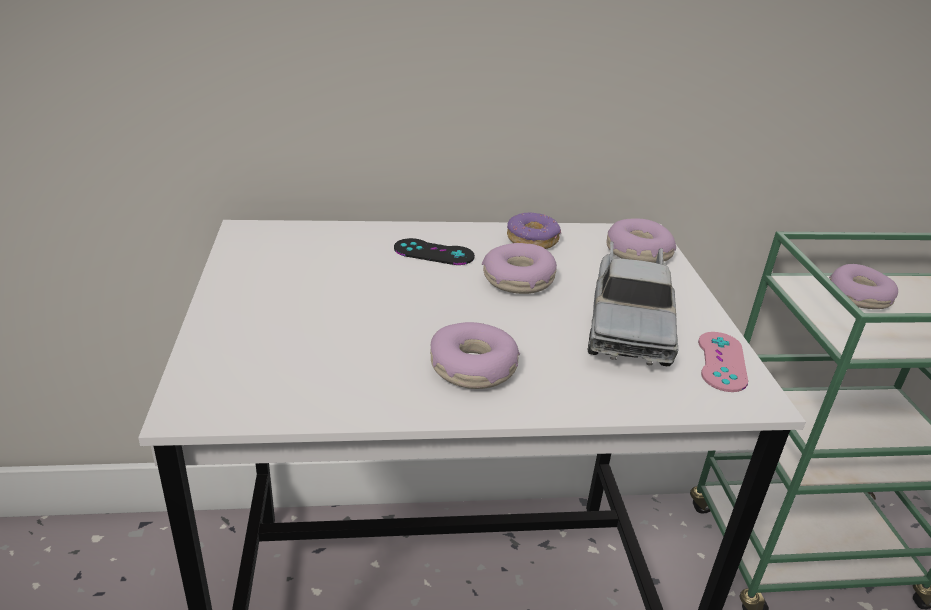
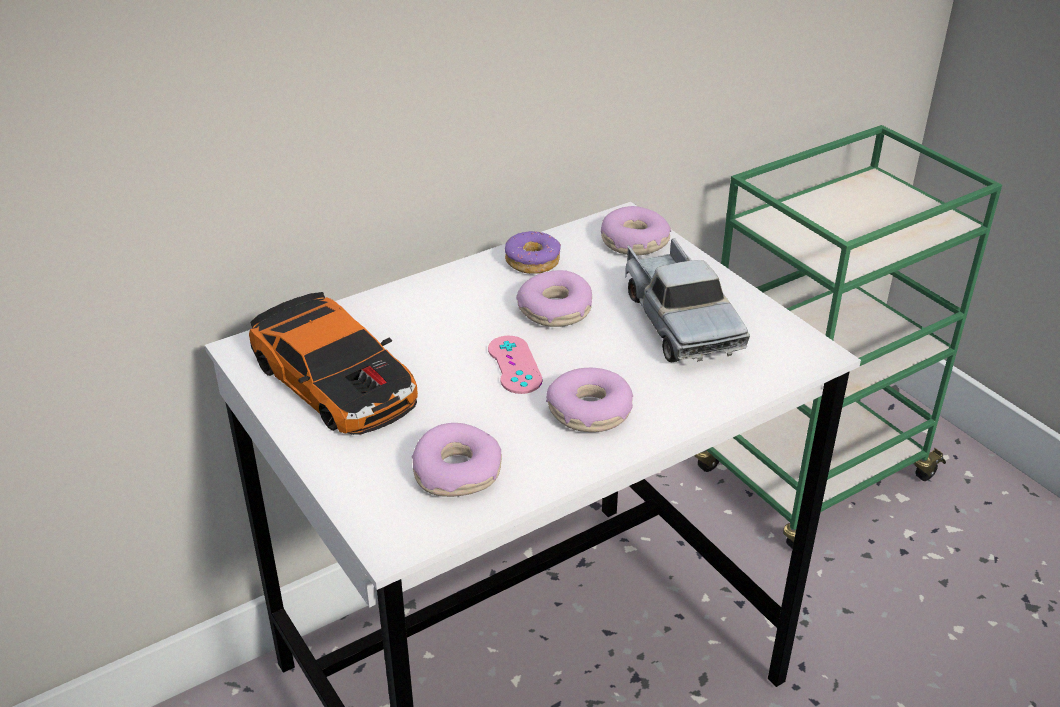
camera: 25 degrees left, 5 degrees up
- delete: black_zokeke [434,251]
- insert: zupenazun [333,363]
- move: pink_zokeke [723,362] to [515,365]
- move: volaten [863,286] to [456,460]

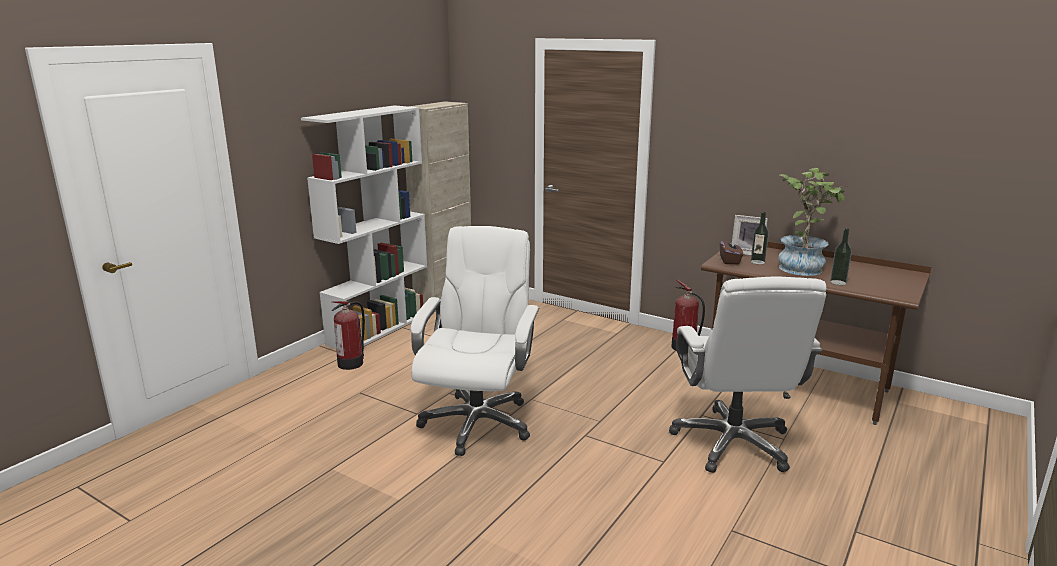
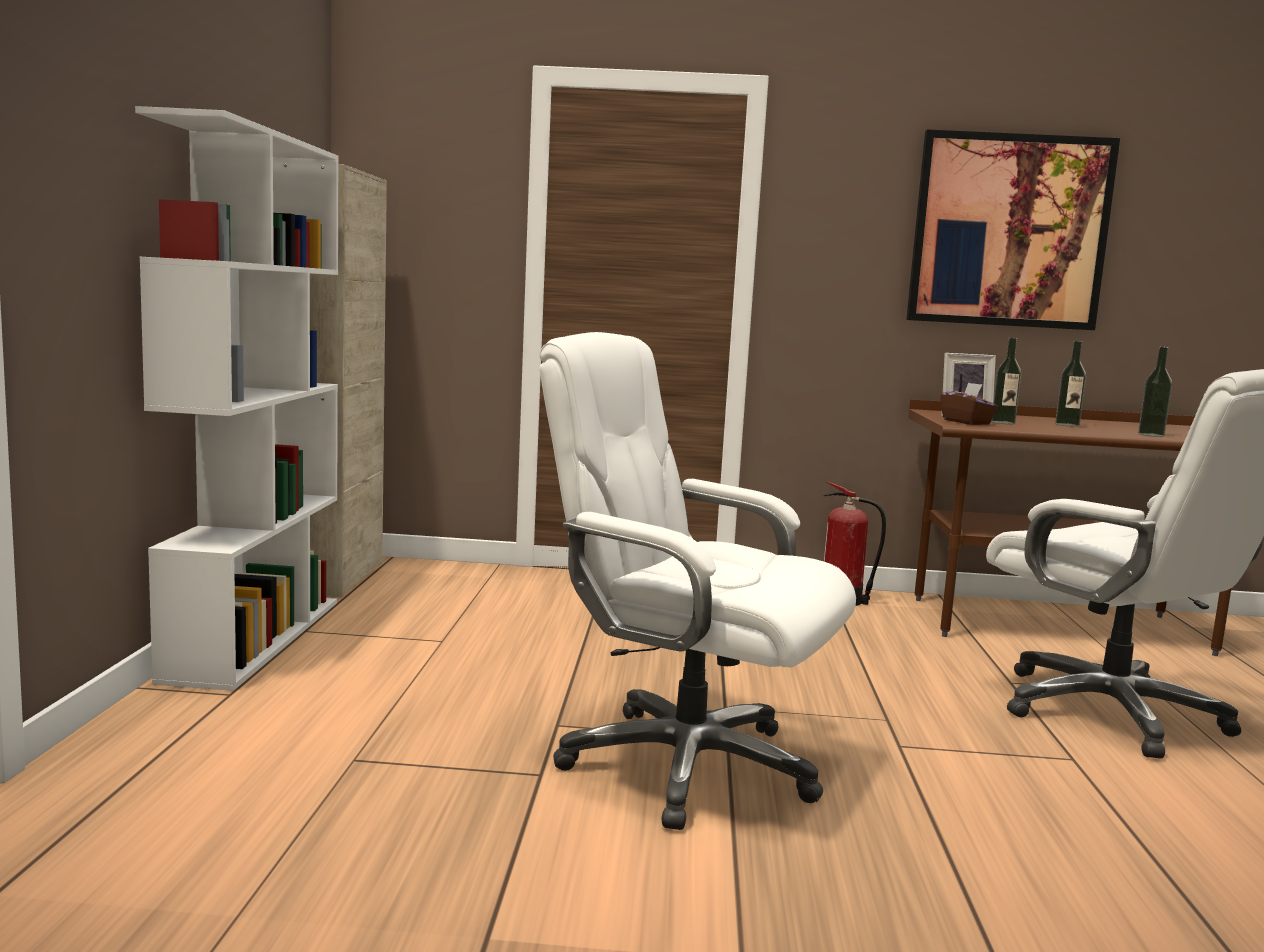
camera: 30 degrees left, 10 degrees down
- delete: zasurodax [348,335]
- insert: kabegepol [1013,229]
- replace: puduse [813,222] to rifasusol [1070,384]
- rotate: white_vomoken [475,341] = [697,581] 45 degrees counterclockwise

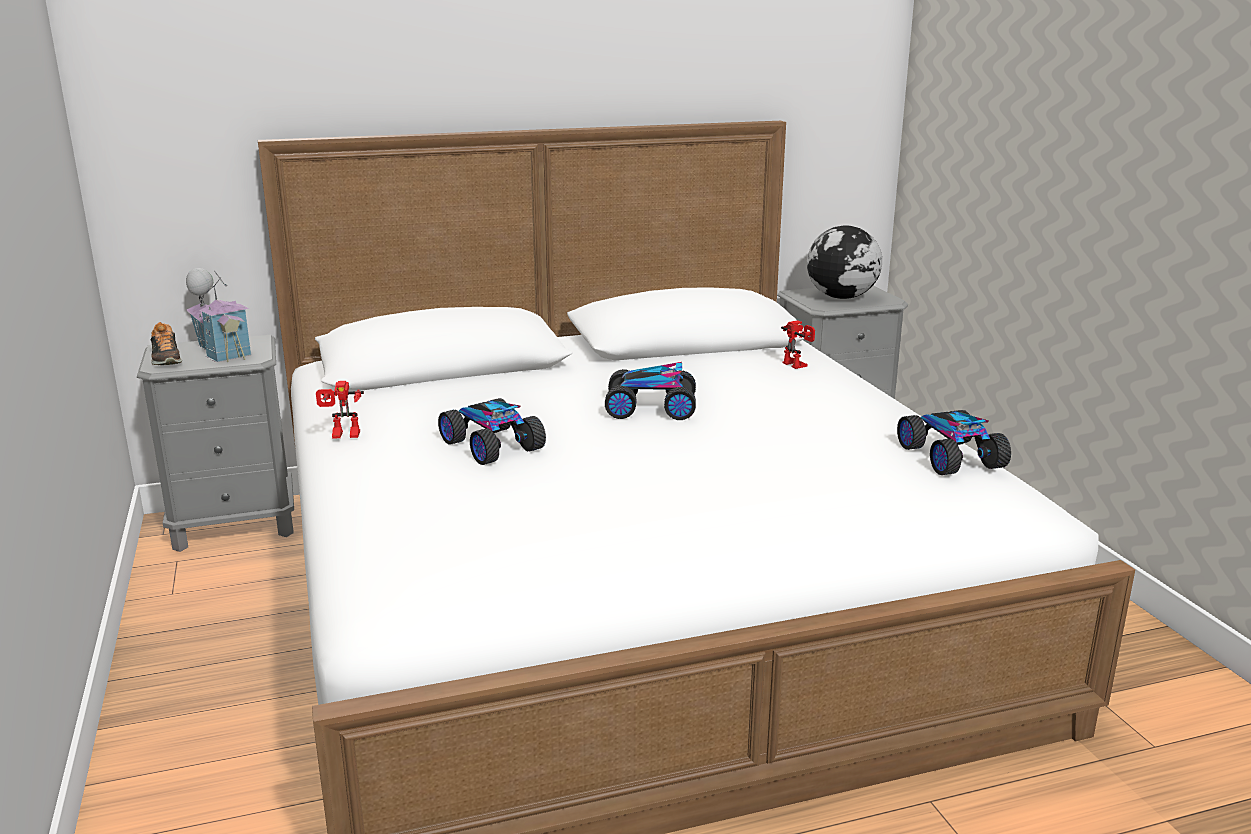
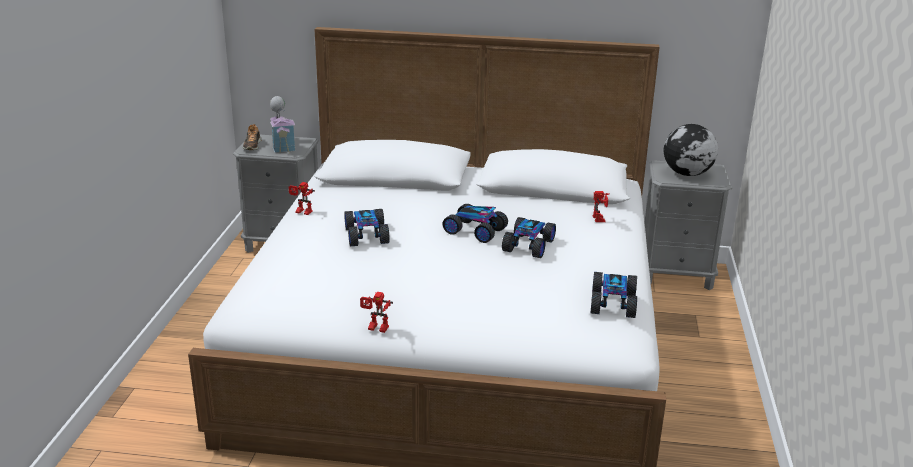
camera: 25 degrees right, 5 degrees up
- insert: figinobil [376,312]
- insert: zupenazun [529,237]

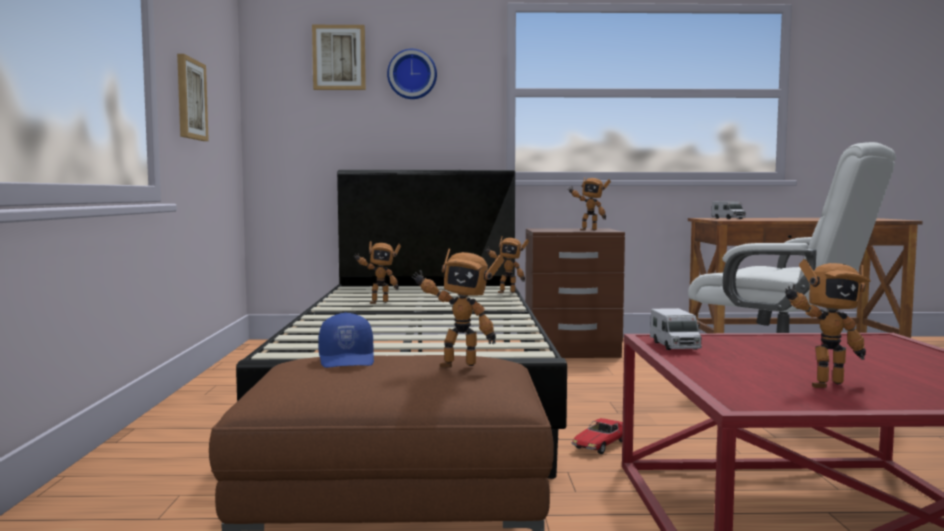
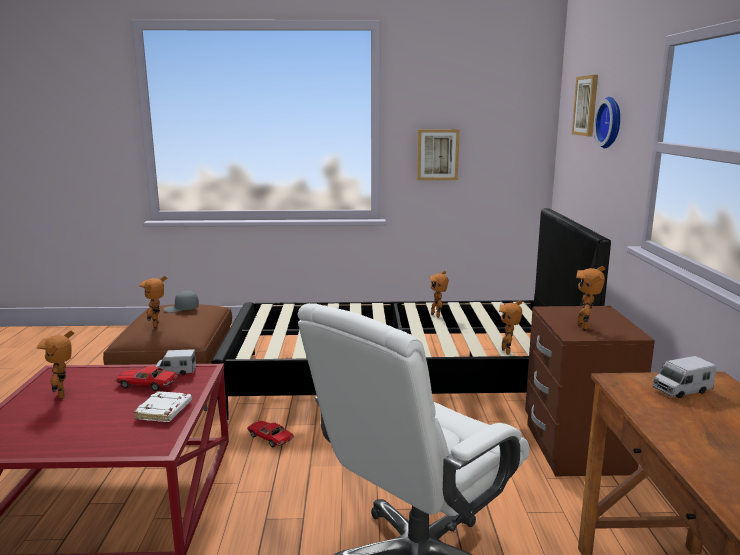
camera: 90 degrees right, 10 degrees up
- insert: zupenazun [146,378]
- insert: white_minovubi [162,406]
- recolor: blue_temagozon [346,340] to grey_temagozon [181,301]

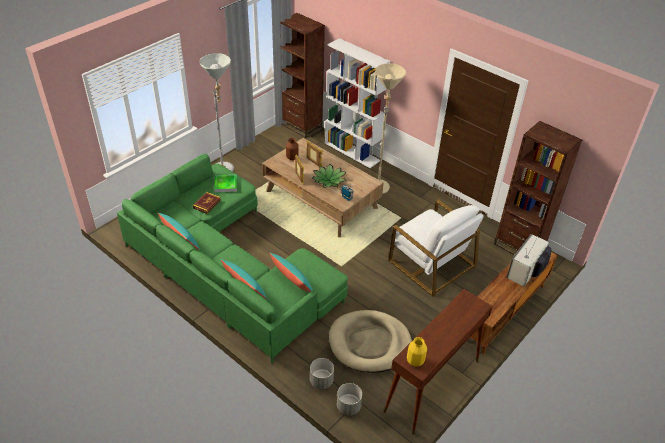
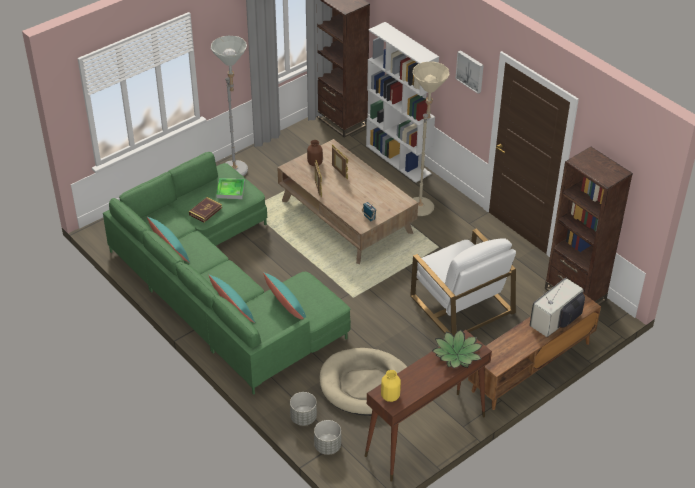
camera: 10 degrees right, 0 degrees up
- insert: kabegepol [469,72]
- move: puduse [329,176] to [457,348]

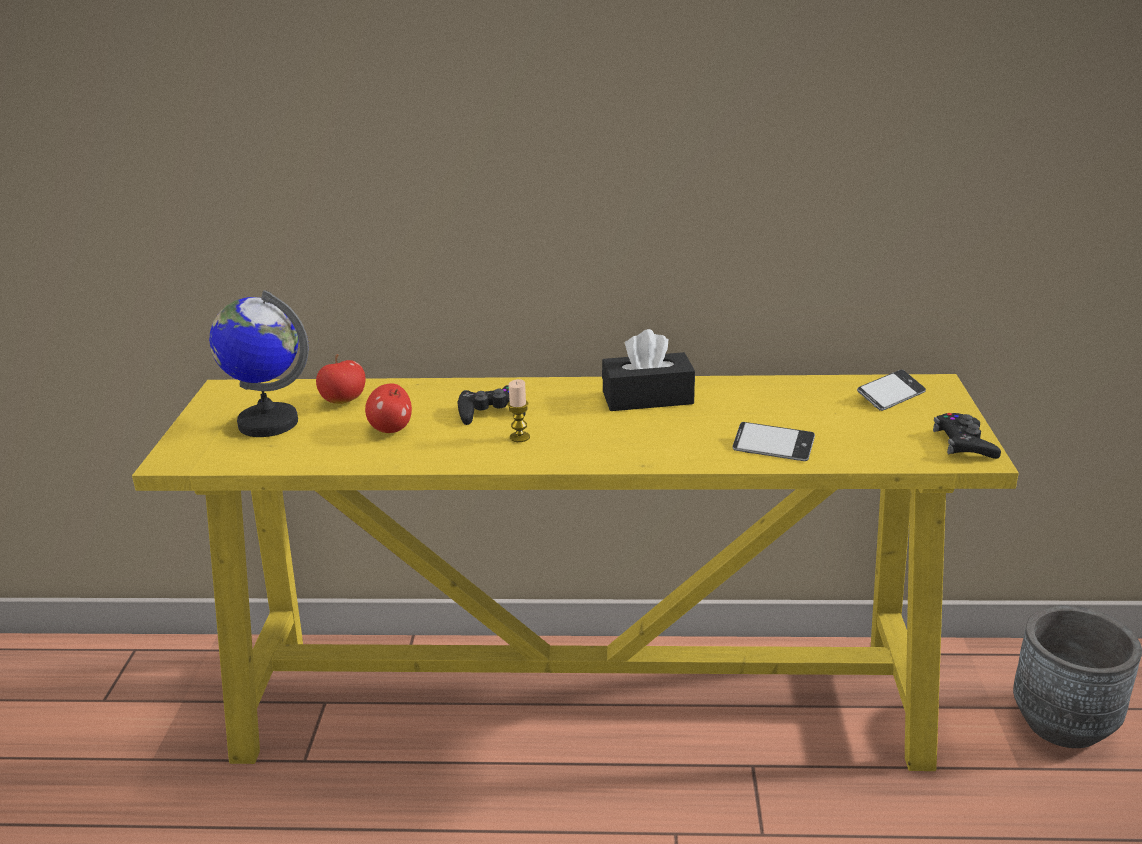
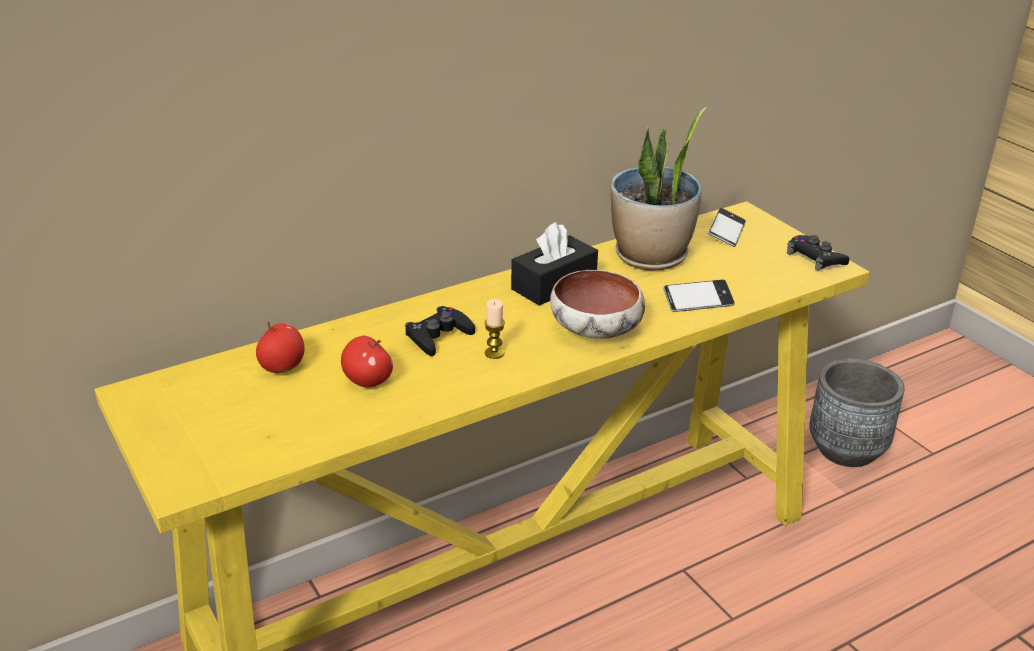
camera: 35 degrees left, 5 degrees up
- delete: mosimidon [259,363]
- insert: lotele [597,304]
- insert: puduse [658,189]

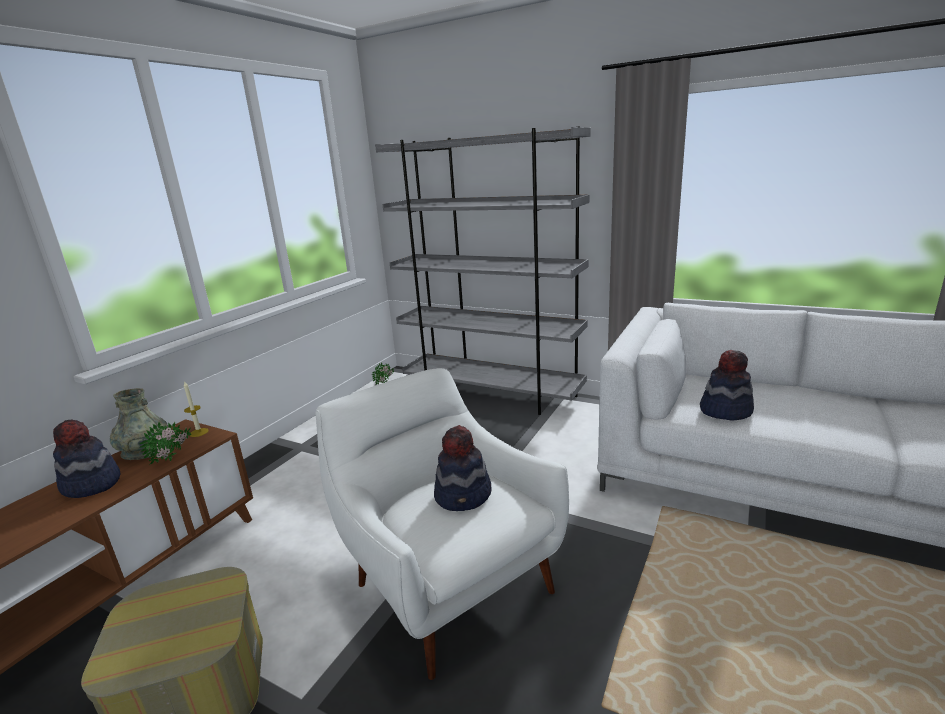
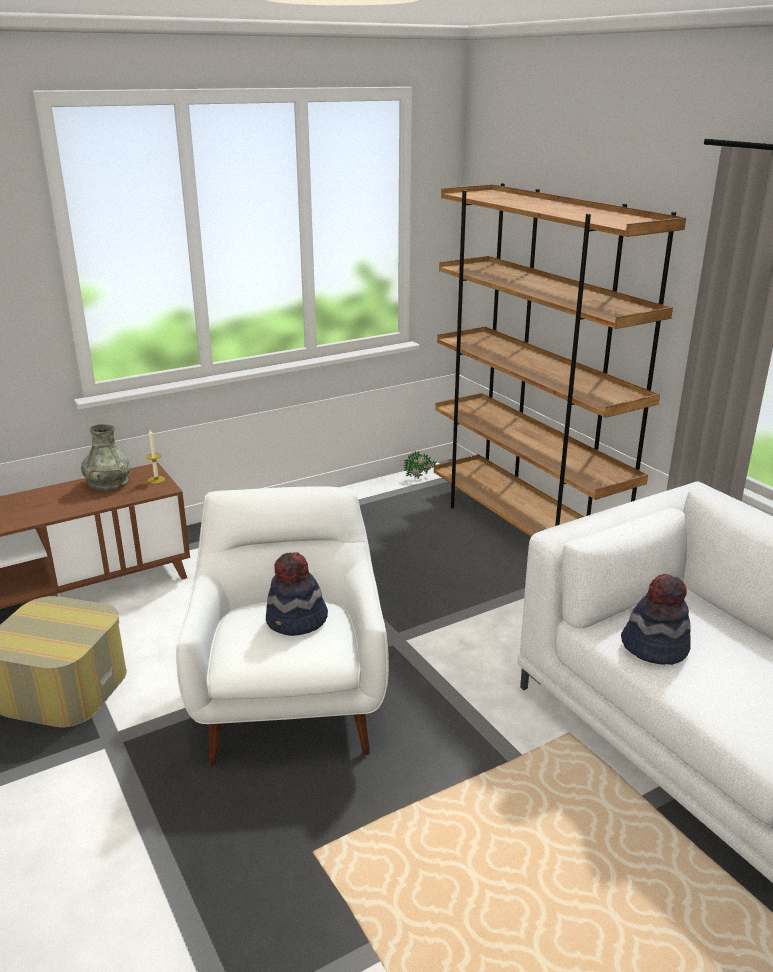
camera: 30 degrees right, 5 degrees up
- delete: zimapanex [86,458]
- delete: puduse [165,443]
- recolor: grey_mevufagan [482,270] to brown_mevufagan [560,360]

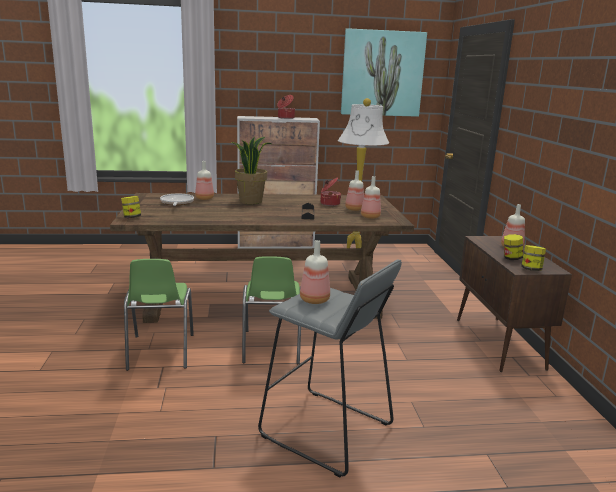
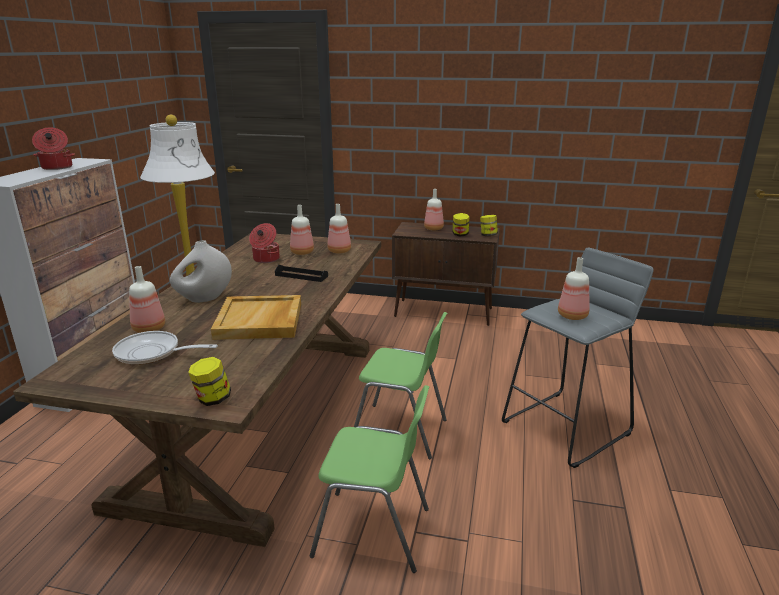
camera: 70 degrees left, 5 degrees up
- delete: kabegepol [384,72]
- insert: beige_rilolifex [256,317]
- replace: puduse [251,170] to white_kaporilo [201,271]

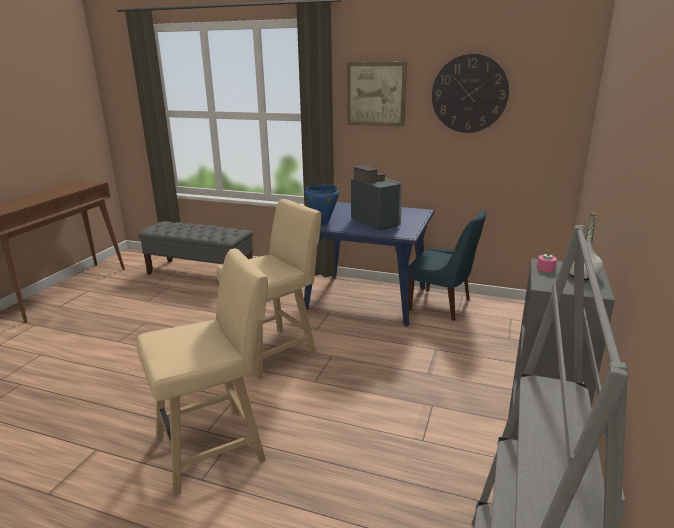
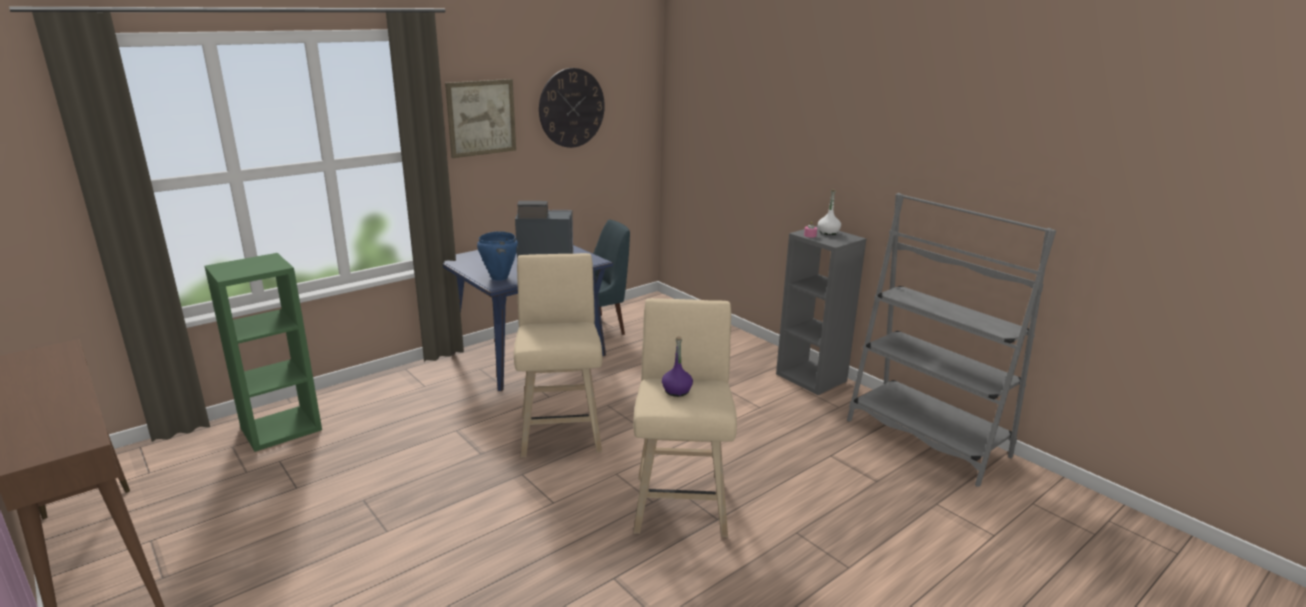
camera: 60 degrees left, 0 degrees up
- insert: purple_rifasusol [677,366]
- replace: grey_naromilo [195,248] to green_mevufagan [263,352]

